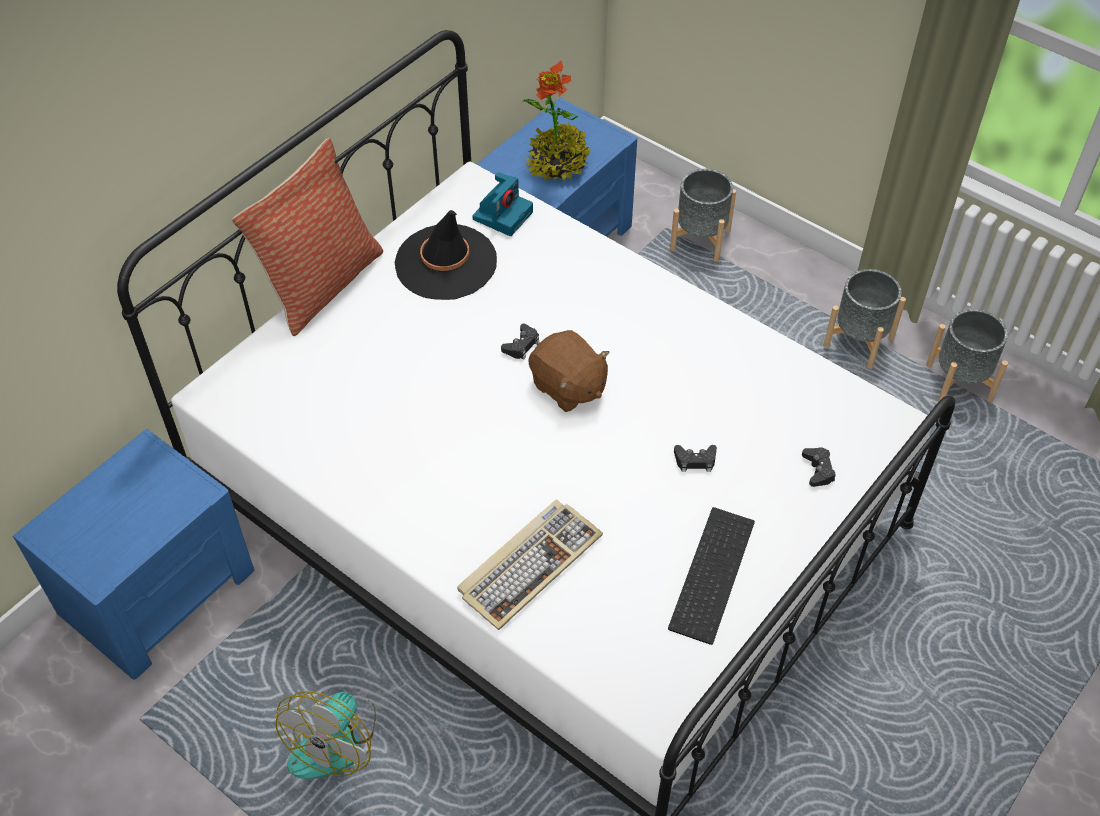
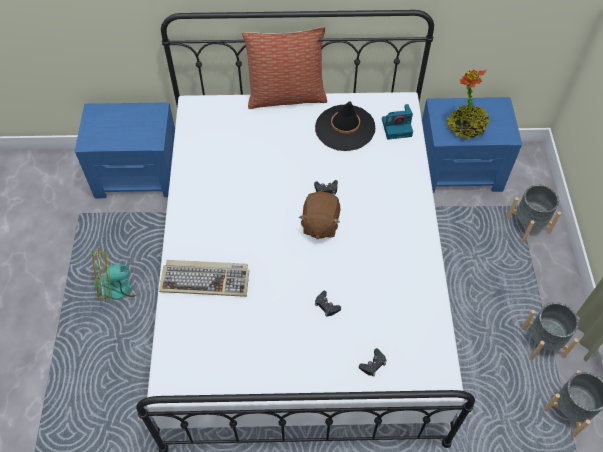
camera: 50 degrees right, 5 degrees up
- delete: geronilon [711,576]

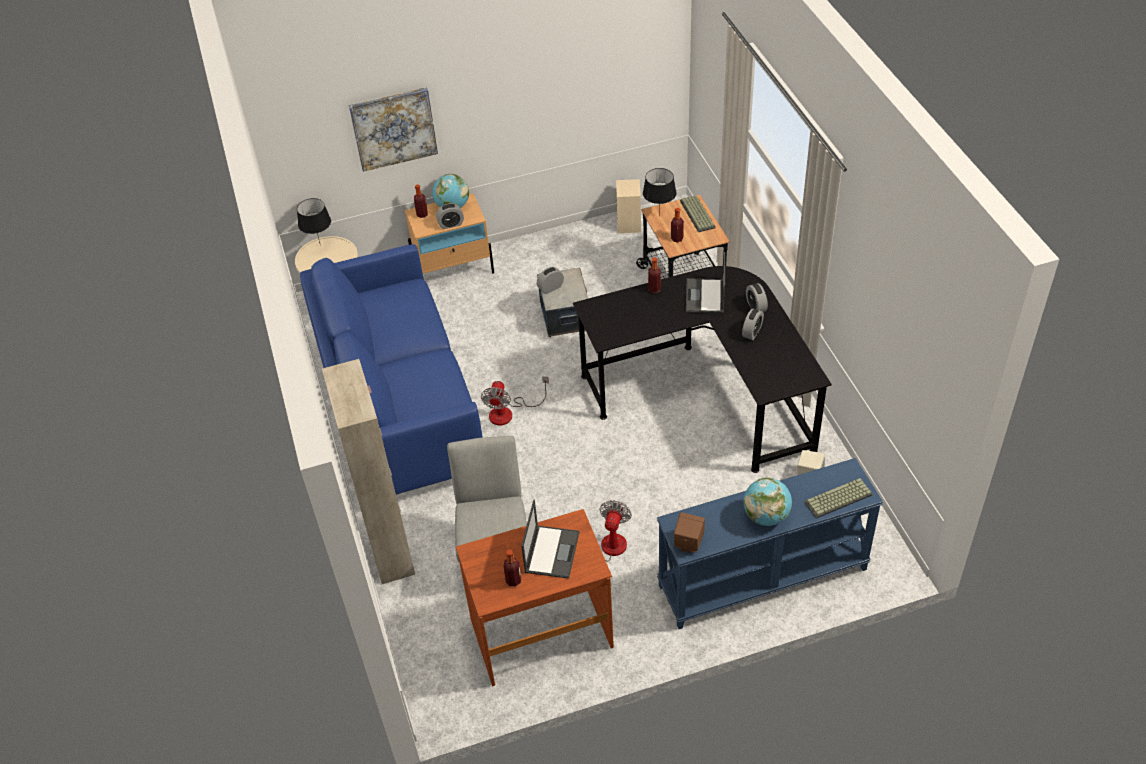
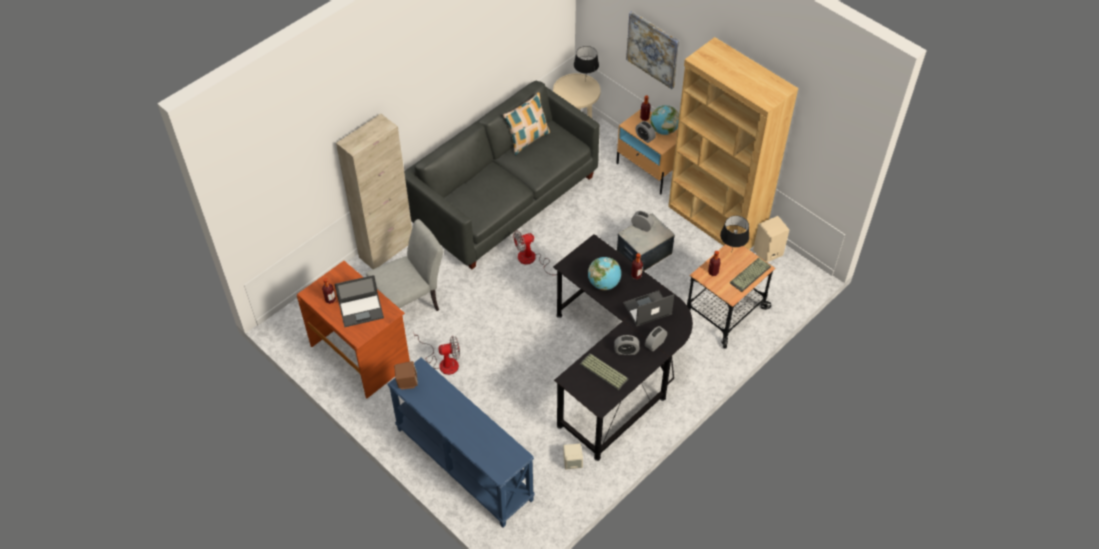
camera: 60 degrees right, 5 degrees up
- insert: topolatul [526,123]
- insert: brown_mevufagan [733,143]
- move: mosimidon [768,501] to [604,273]
- move: geronilon [838,498] to [604,371]
- recolor: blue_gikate [391,369] to grey_gikate [502,175]

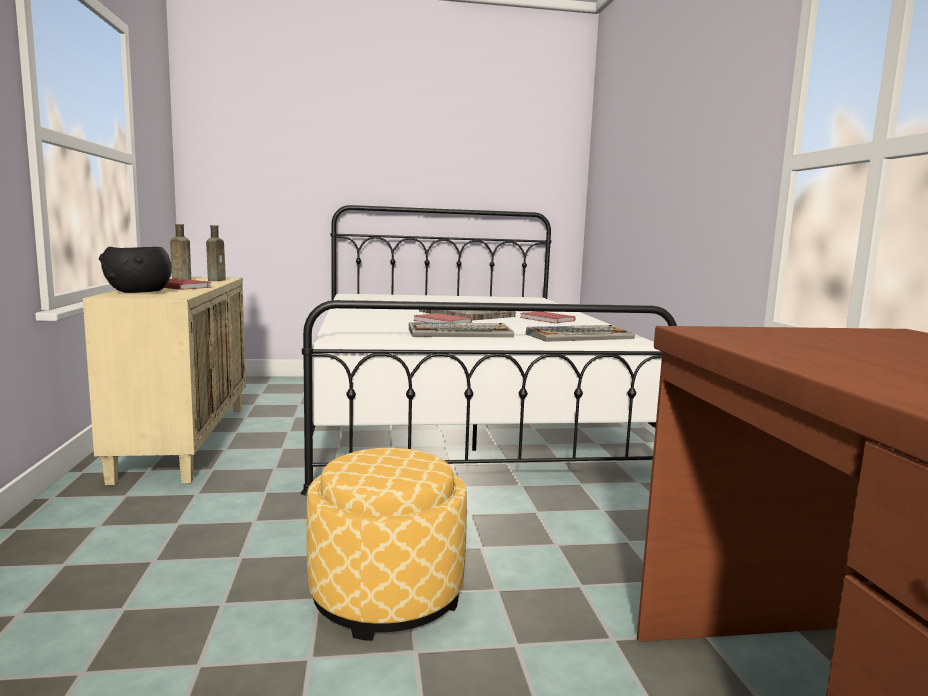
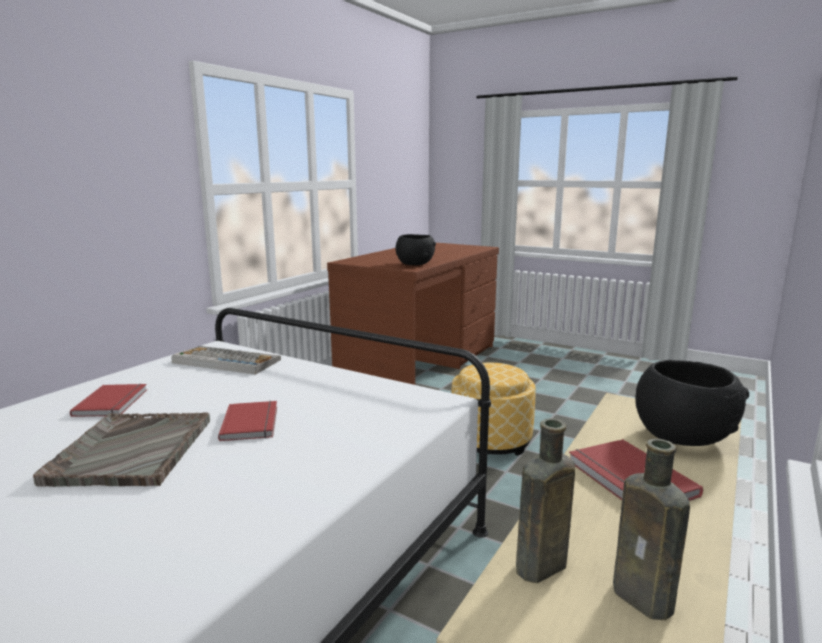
camera: 140 degrees left, 5 degrees up
- delete: geronilon [461,330]
- insert: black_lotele [416,249]

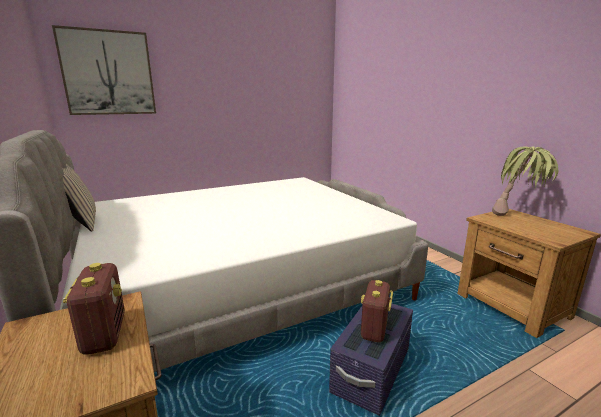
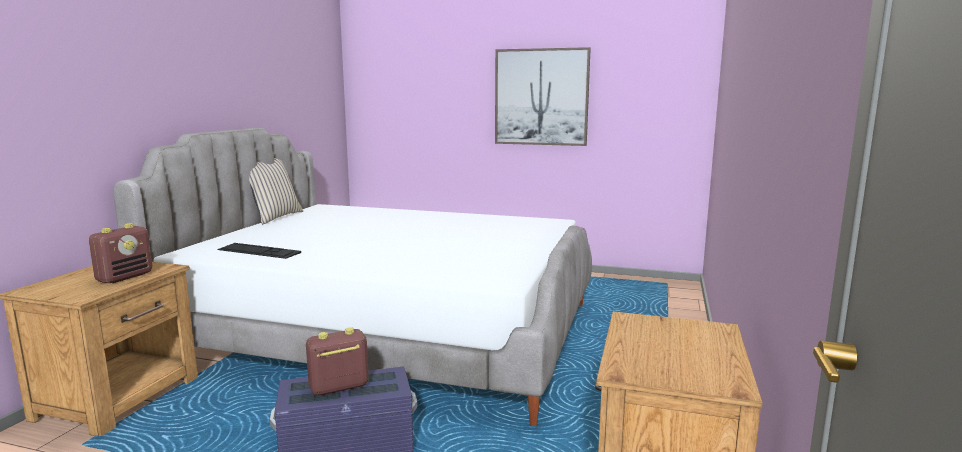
camera: 45 degrees right, 5 degrees down
- delete: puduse [525,181]
- insert: geronilon [259,251]
- move: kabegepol [104,70] to [543,96]

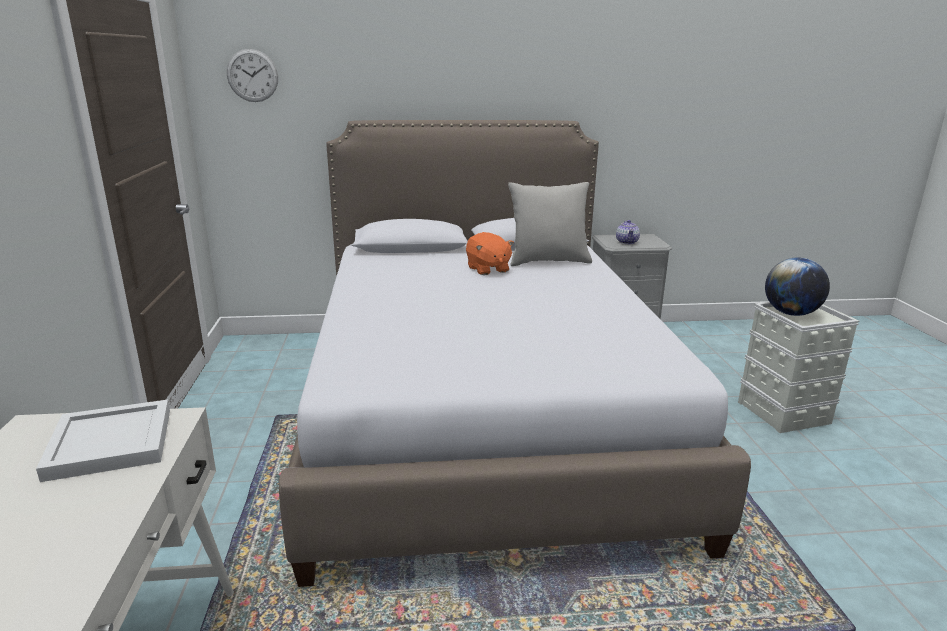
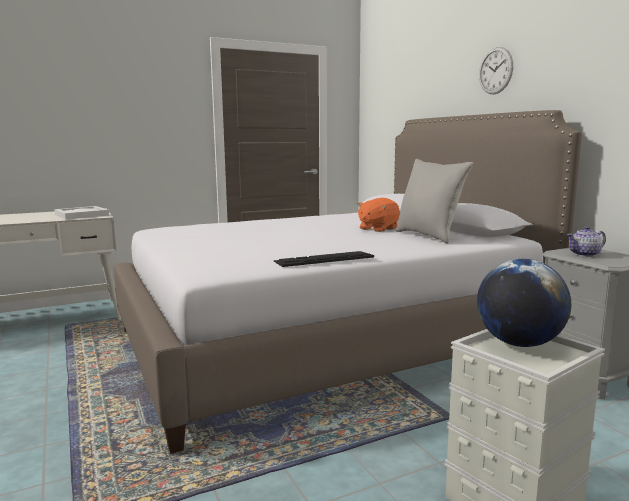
camera: 70 degrees right, 10 degrees down
- insert: geronilon [323,259]
- move: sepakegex [252,75] to [496,70]

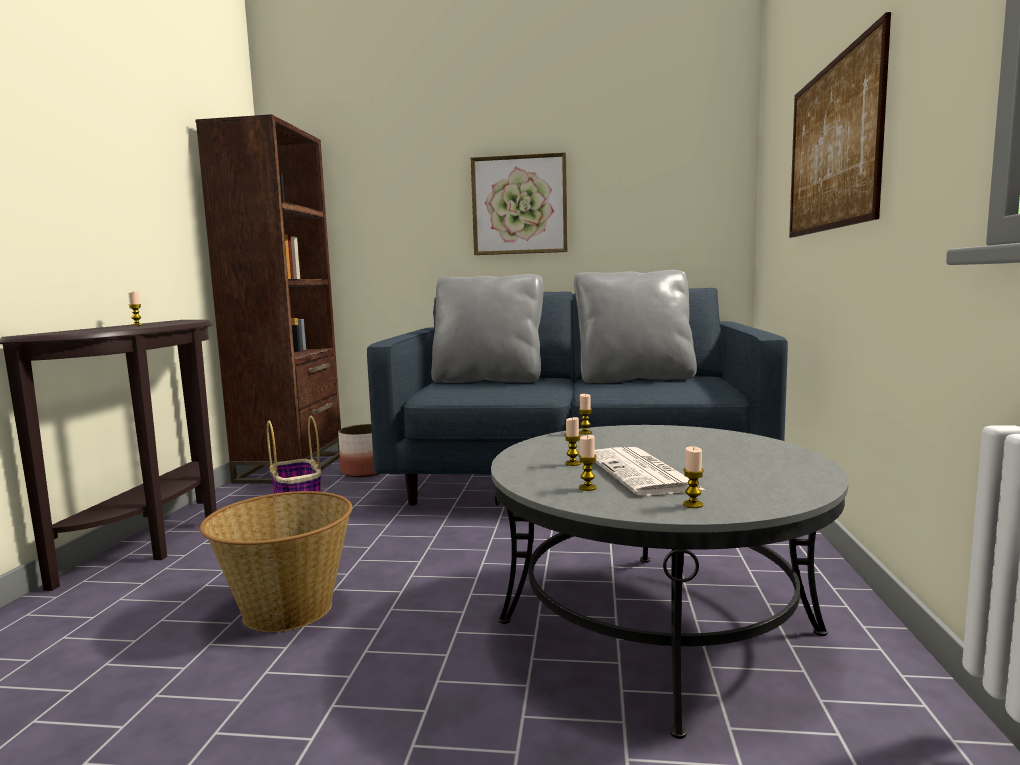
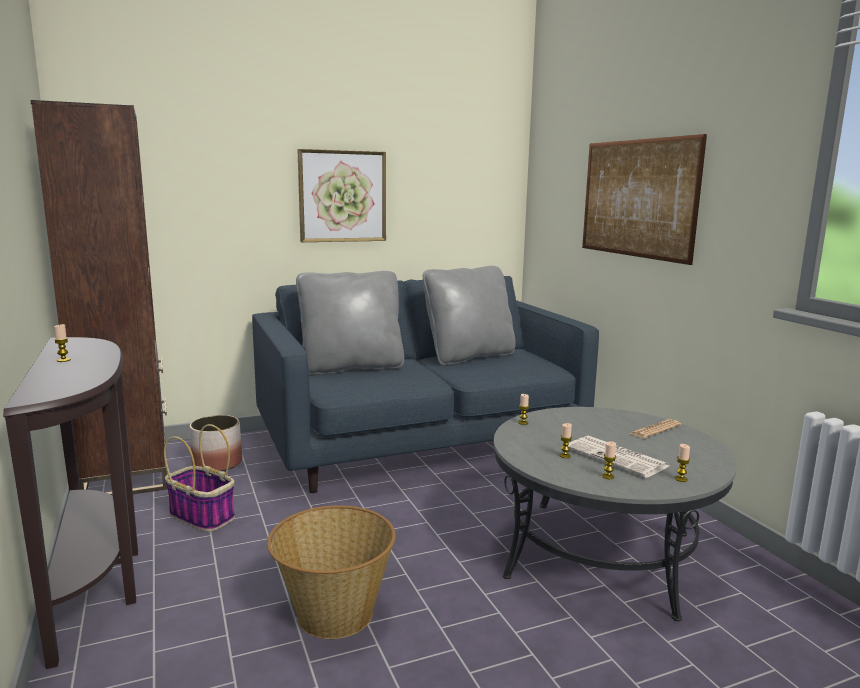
camera: 30 degrees left, 5 degrees up
- insert: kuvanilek [655,429]

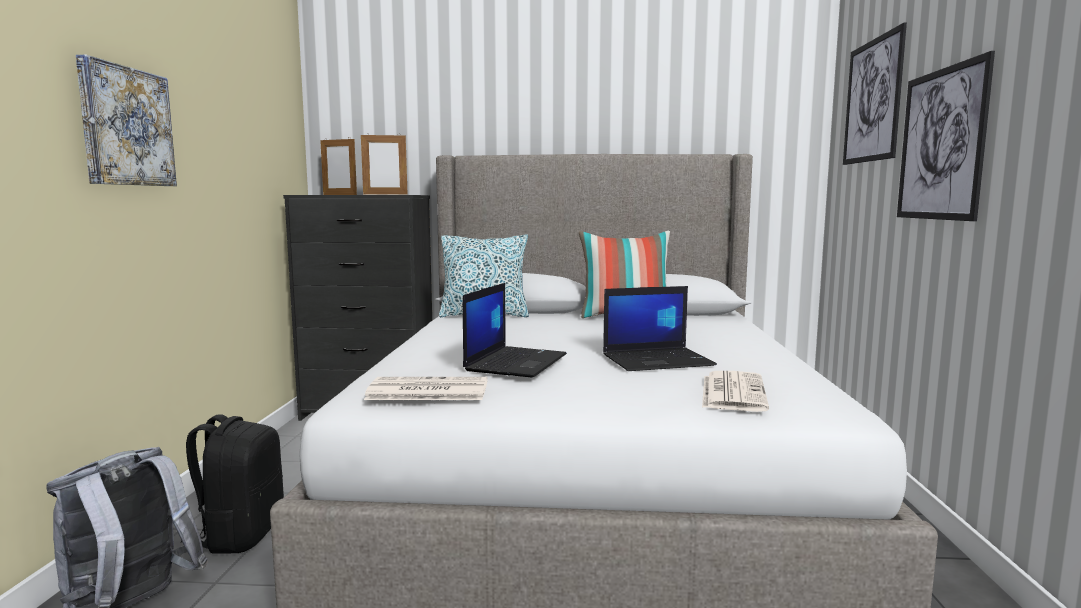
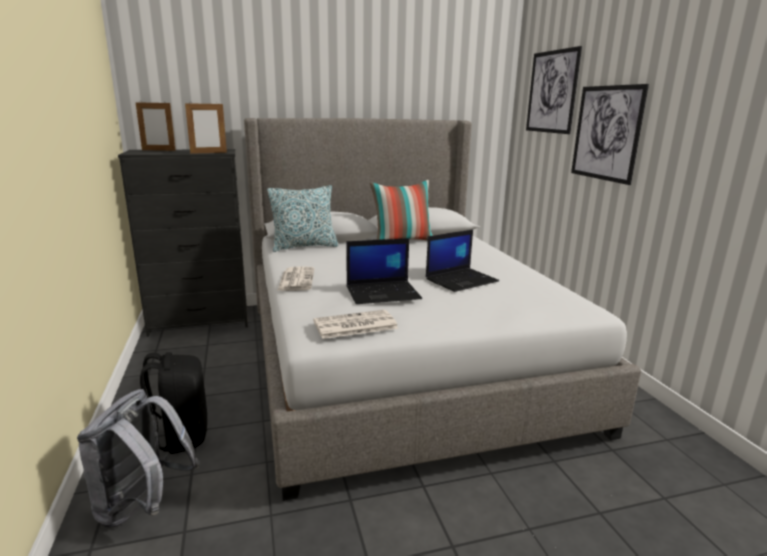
camera: 20 degrees left, 10 degrees up
- delete: kabegepol [126,120]
- move: kuvanilek [735,391] to [295,278]
- rotate: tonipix [515,330] = [384,271] 75 degrees clockwise

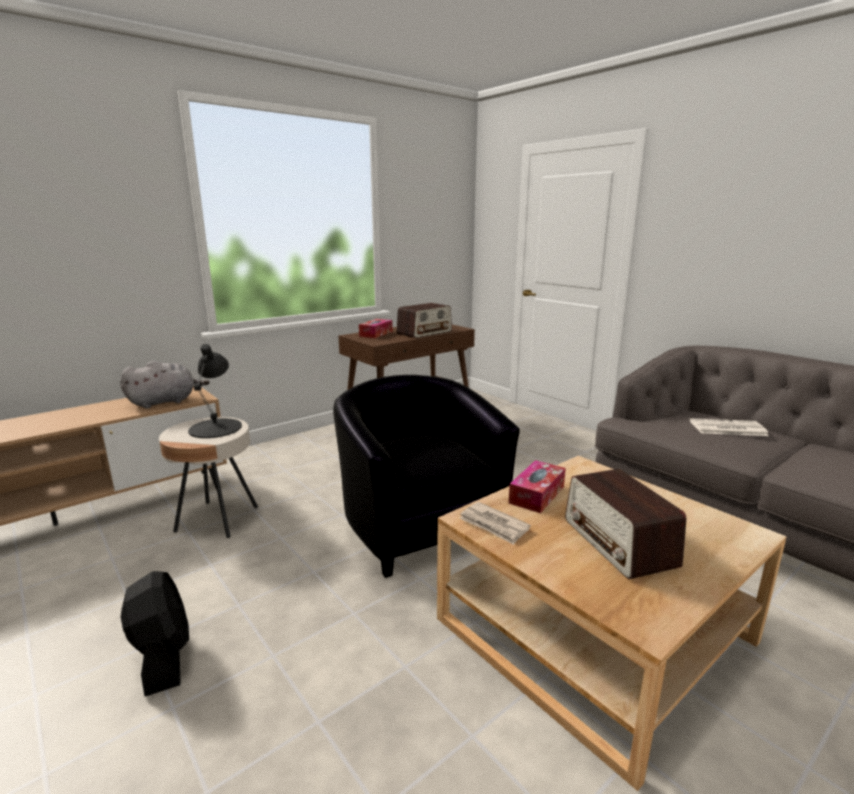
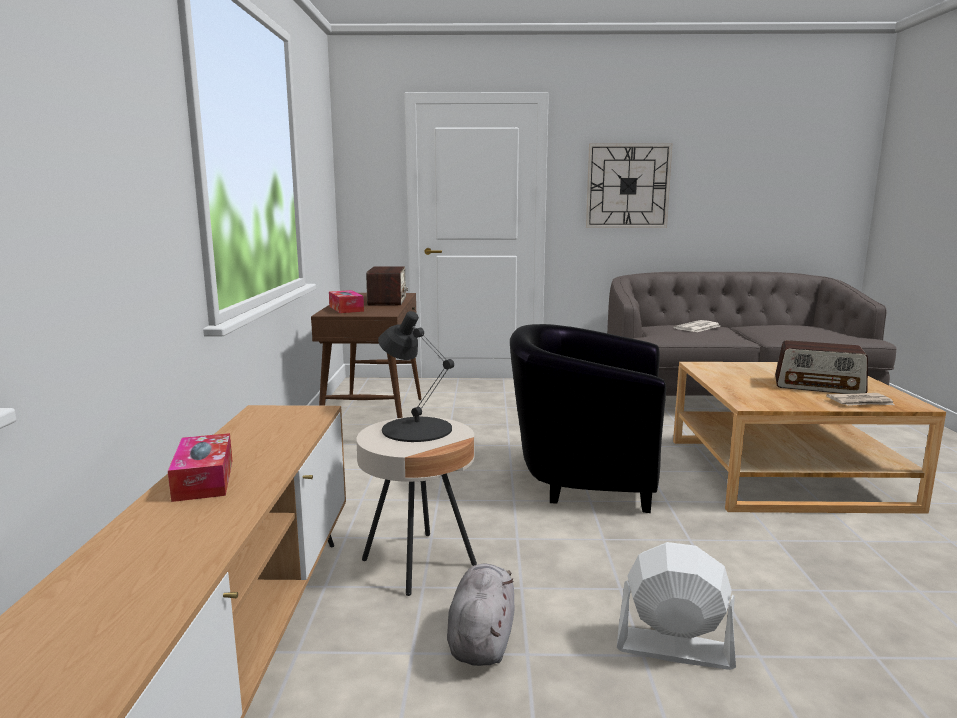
camera: 50 degrees left, 5 degrees down
- insert: sepakegex [629,185]
- move: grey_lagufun [164,385] to [480,615]
- move: kuvanilek [495,523] to [860,399]
- move: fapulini [537,486] to [200,467]
- recolor: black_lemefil [155,634] to white_lemefil [676,606]

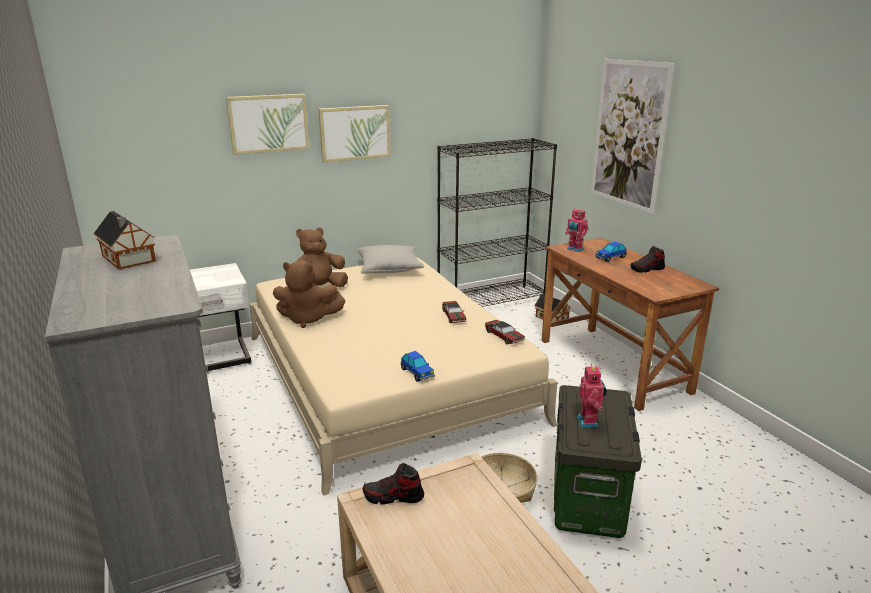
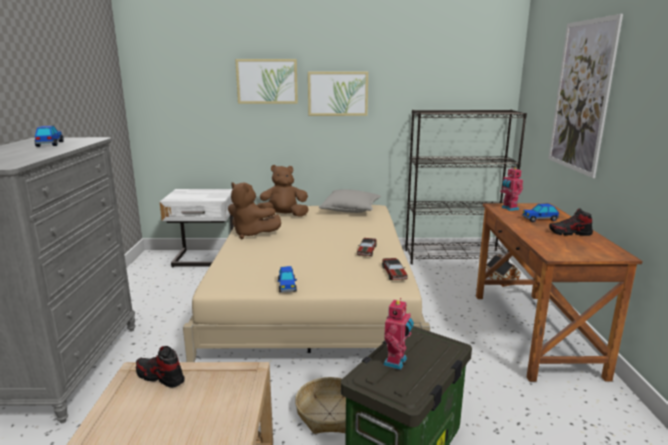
camera: 25 degrees right, 5 degrees down
- replace: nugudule [125,240] to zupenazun [49,136]

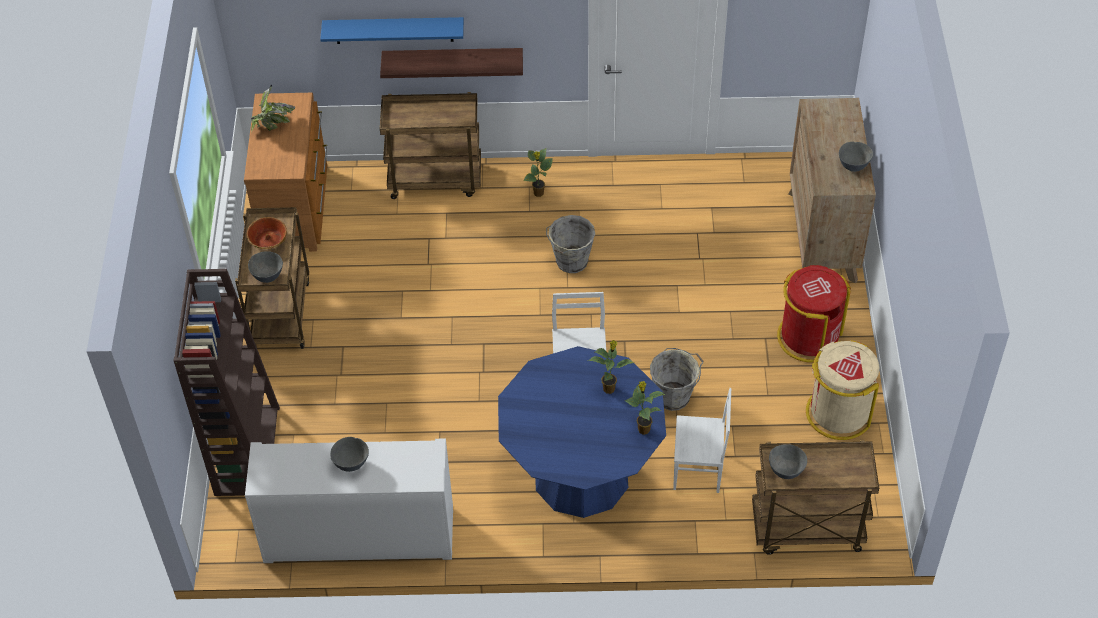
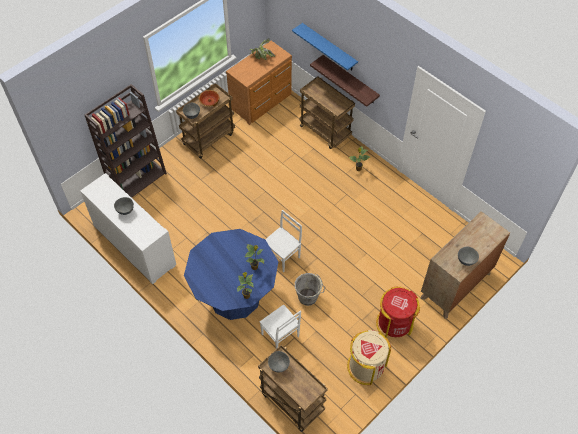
camera: 45 degrees right, 5 degrees up
- delete: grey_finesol [570,244]

